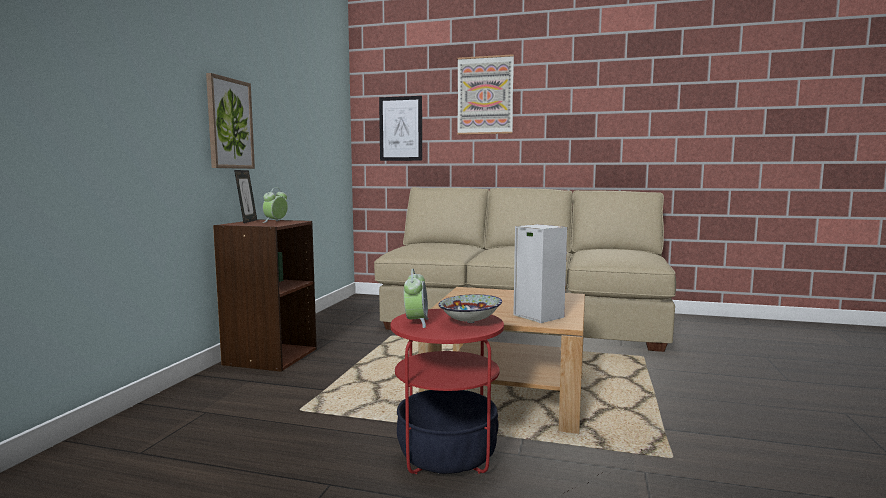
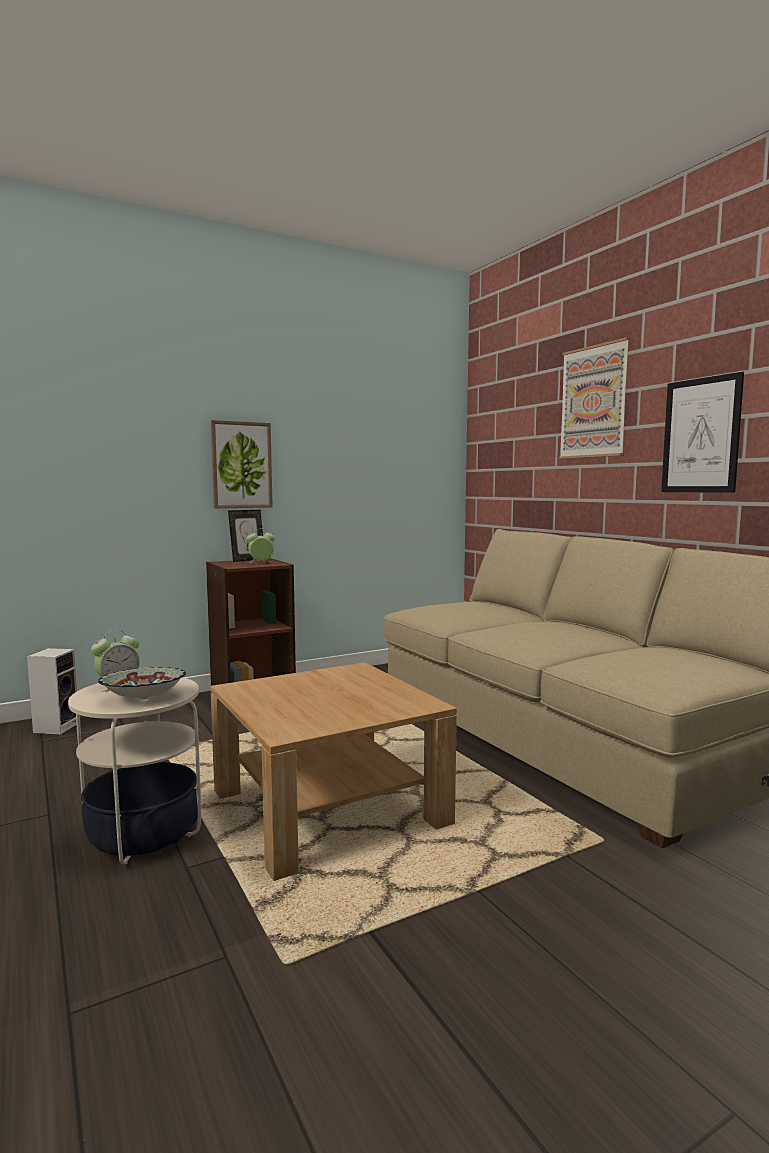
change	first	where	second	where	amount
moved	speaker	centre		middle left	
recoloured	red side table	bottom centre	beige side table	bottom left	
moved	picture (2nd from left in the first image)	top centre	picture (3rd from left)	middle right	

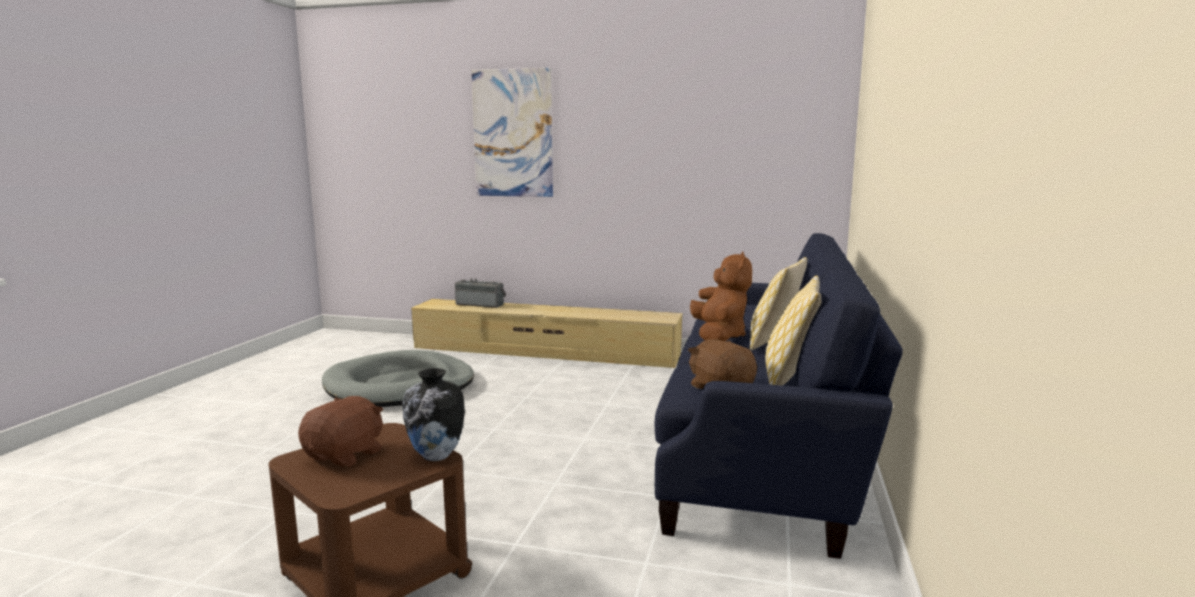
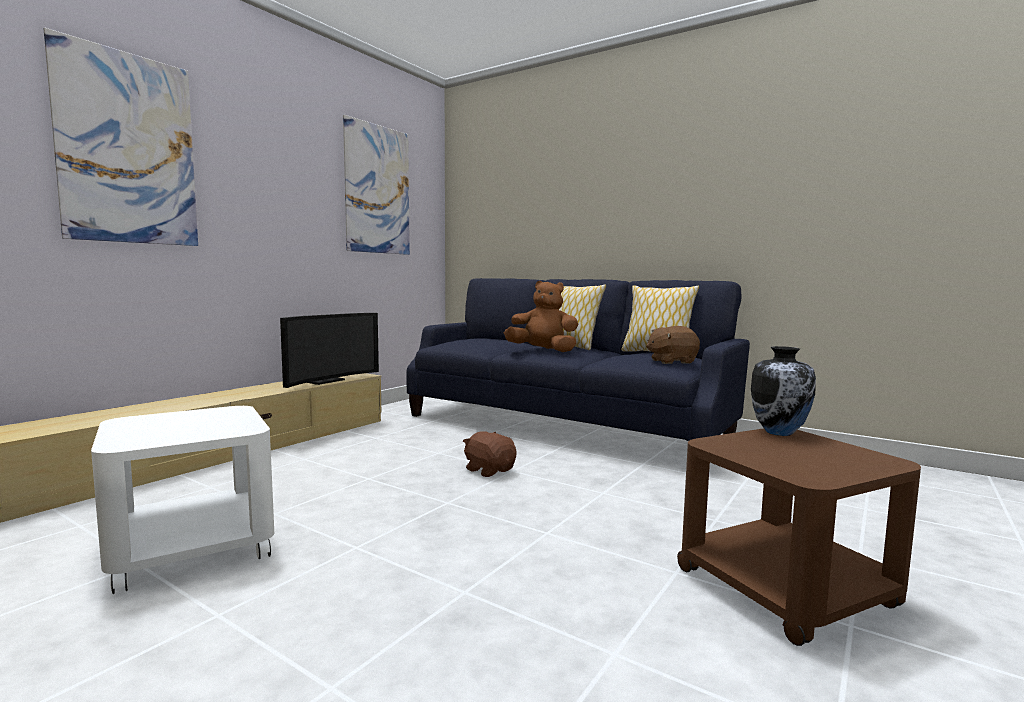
change	first	where	second	where	amount
replaced	grey dog bed	middle left	white side table	bottom left	
added			television	middle left	
added			picture (2nd from left)	top centre	
moved	brown plush toy (1st from left)	bottom left		centre	
removed	radio	centre			

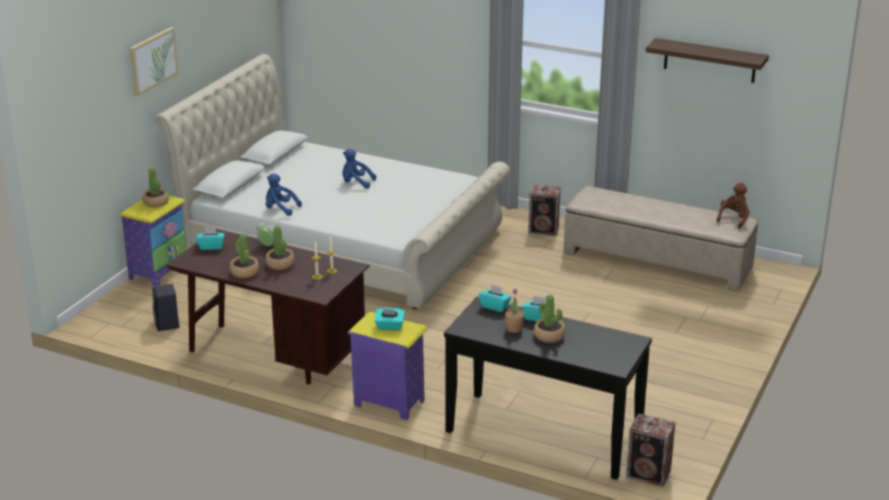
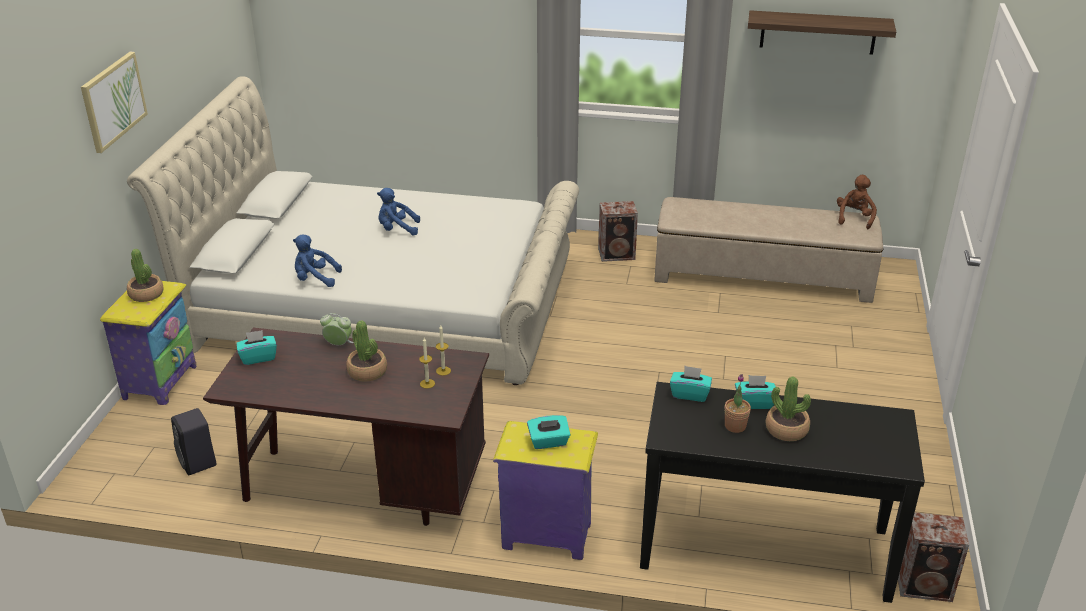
change	first	where	second	where	amount
removed	potted plant (2nd from left)	middle left			

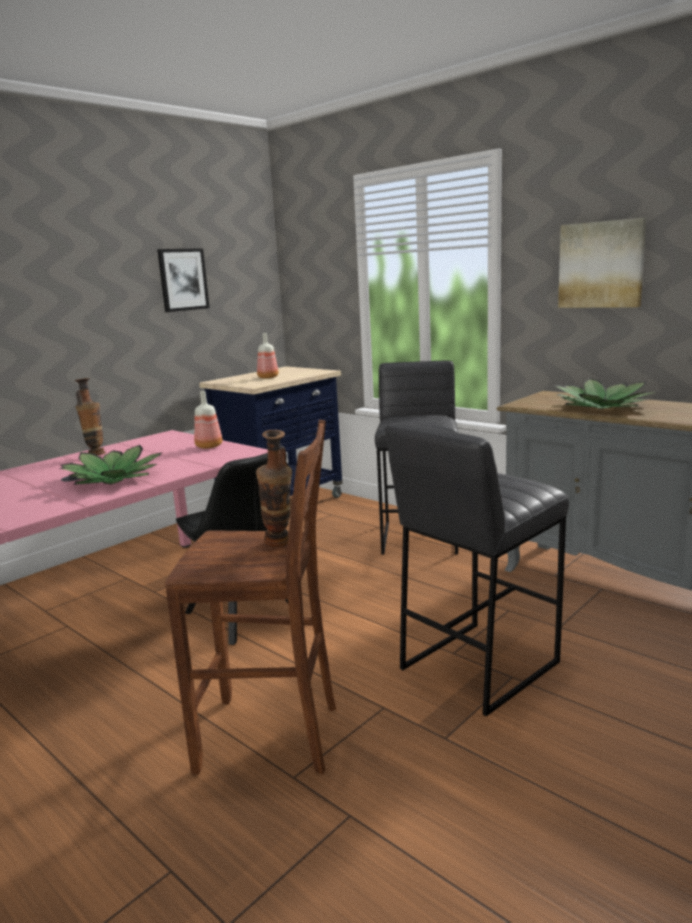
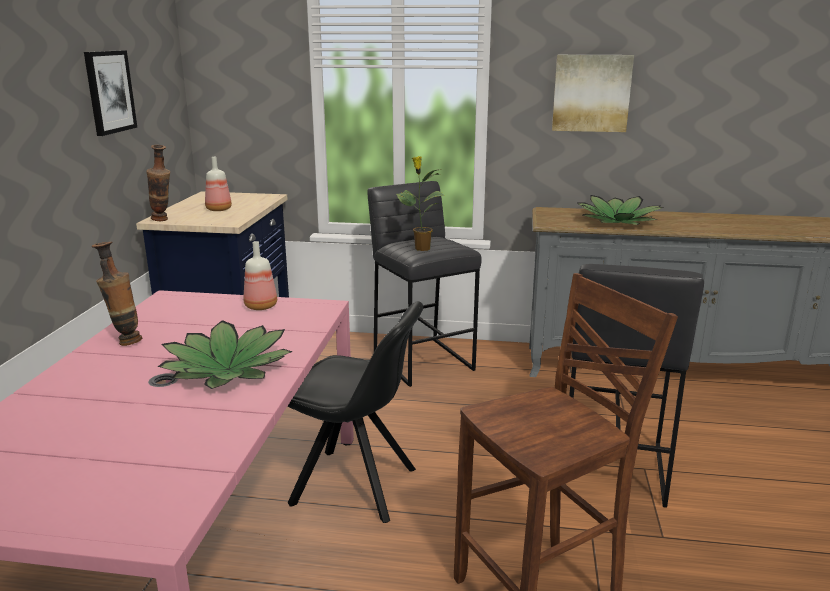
change	first	where	second	where	amount
moved	vase (2nd from left)	centre		top left	
added			potted plant (2nd from left)	centre	

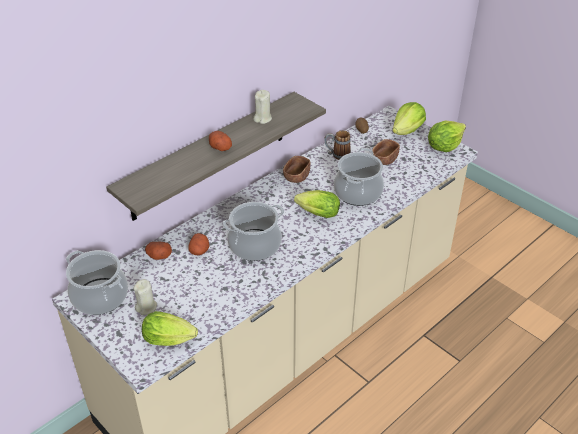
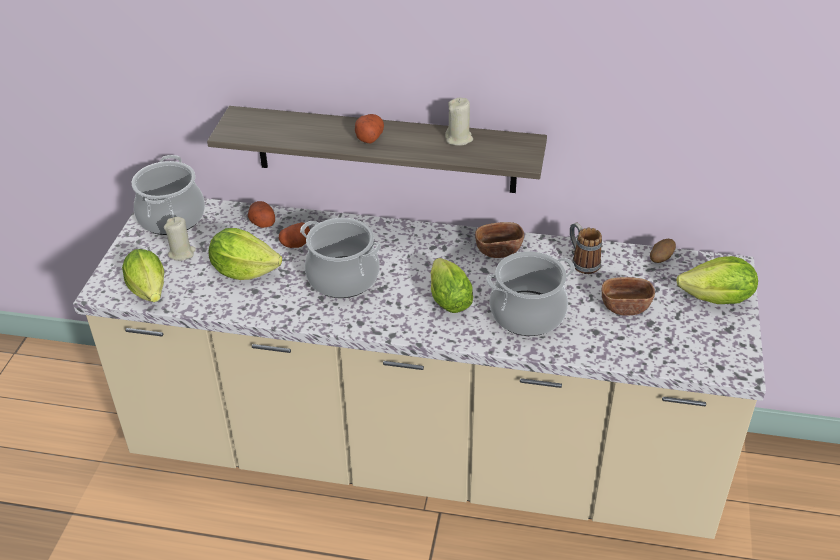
change	first	where	second	where	amount
moved	lettuce (4th from left in the first image)	top right	lettuce (2nd from left)	middle left	

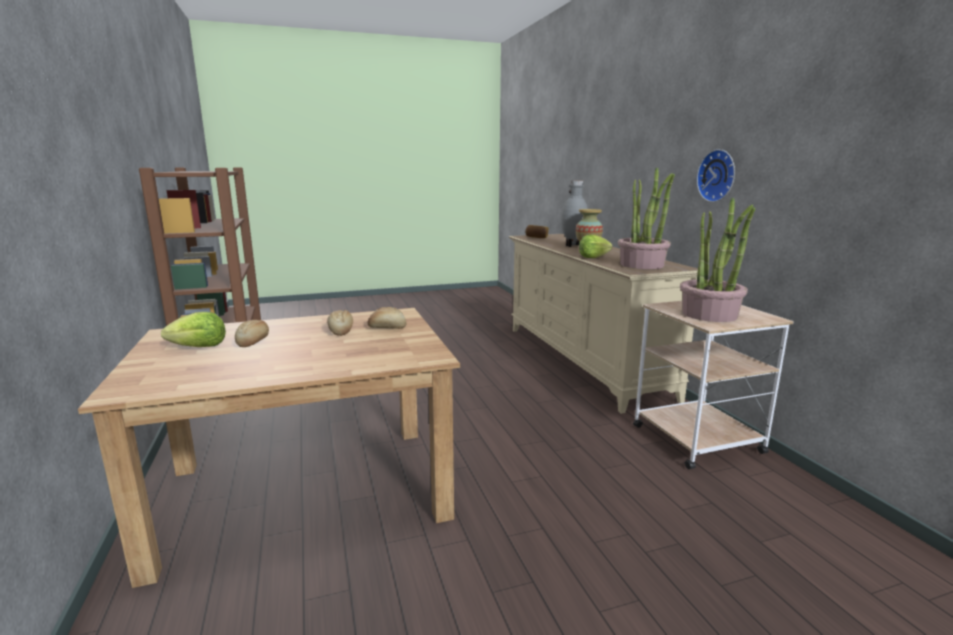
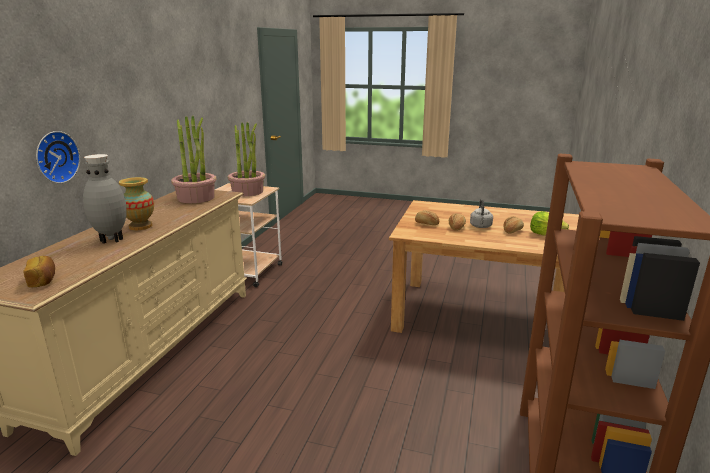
change	first	where	second	where	amount
moved	wall clock	top right		top left	
added			grey kettle	middle right	
removed	lettuce (2nd from left)	centre			

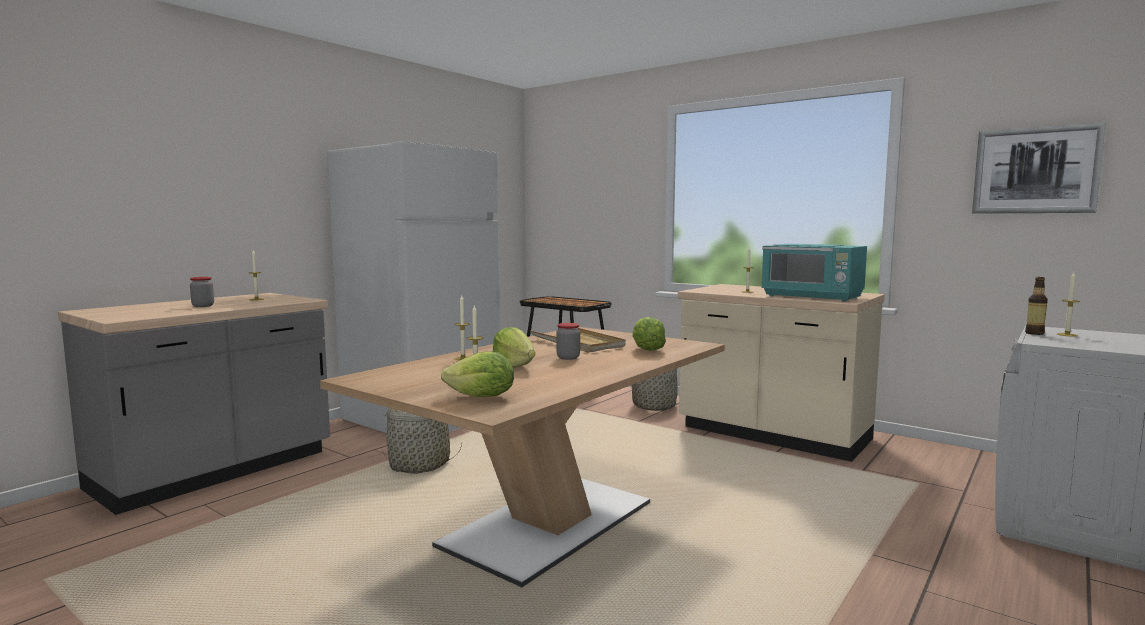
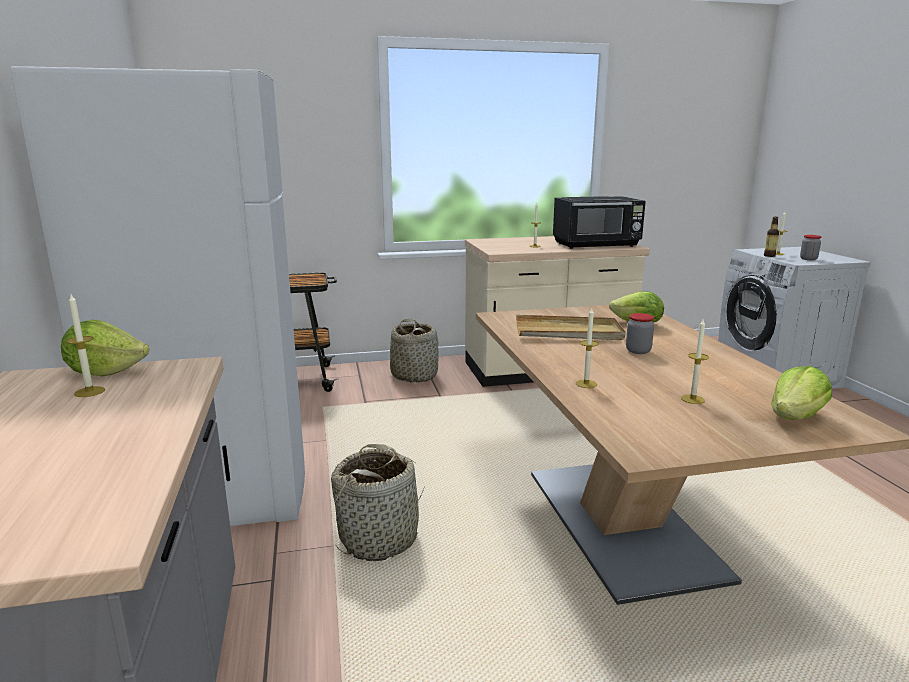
change	first	where	second	where	amount
moved	lettuce (2nd from left in the first image)	centre	lettuce (1st from left)	middle left	
recoloured	turquoise microwave	middle right	black microwave	top centre	
moved	jar (1st from left in the first image)	middle left	jar (2nd from left)	middle right	
removed	picture	top right			

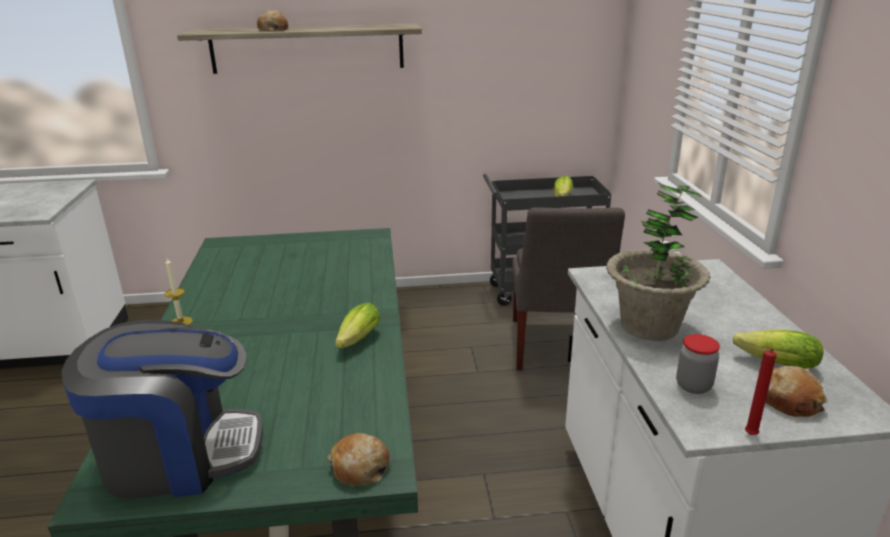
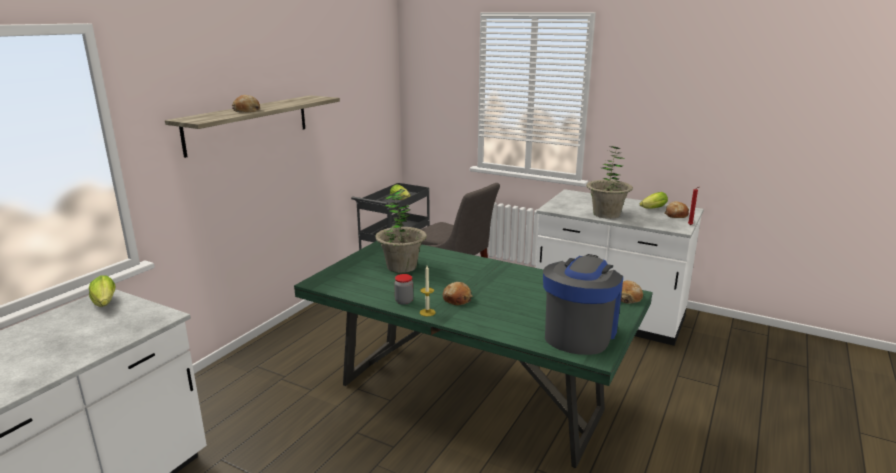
change	first	where	second	where	amount
moved	lettuce (1st from left)	centre		middle left	
added			potted plant (1st from left)	centre	
moved	jar	bottom right		centre	
added			bread (2nd from left)	centre	

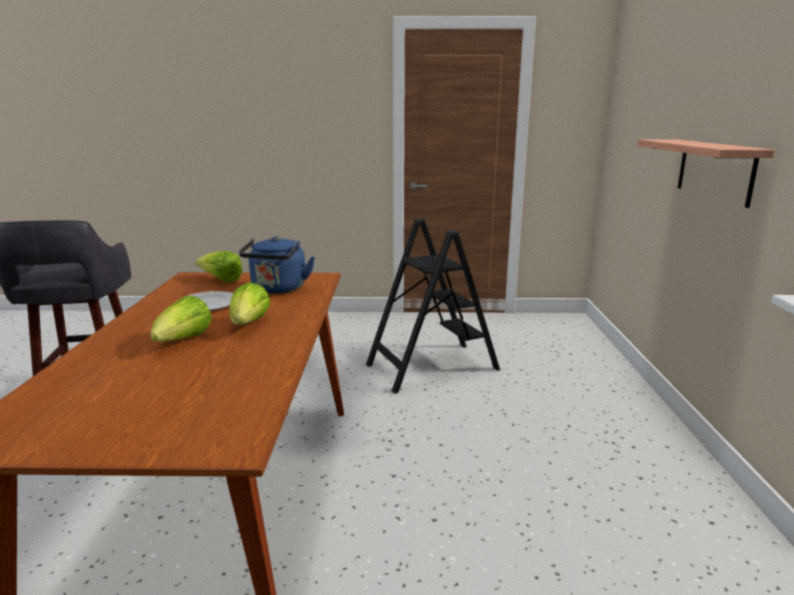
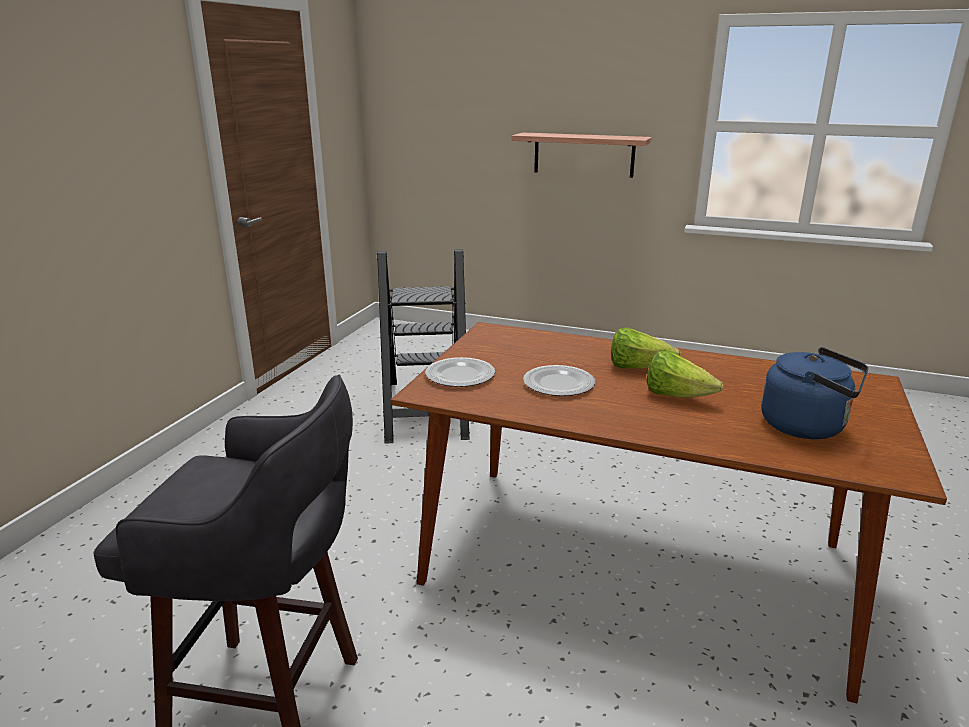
change	first	where	second	where	amount
replaced	lettuce (2nd from left)	middle left	plate (1st from left)	centre	
moved	blue kettle	centre		middle right	

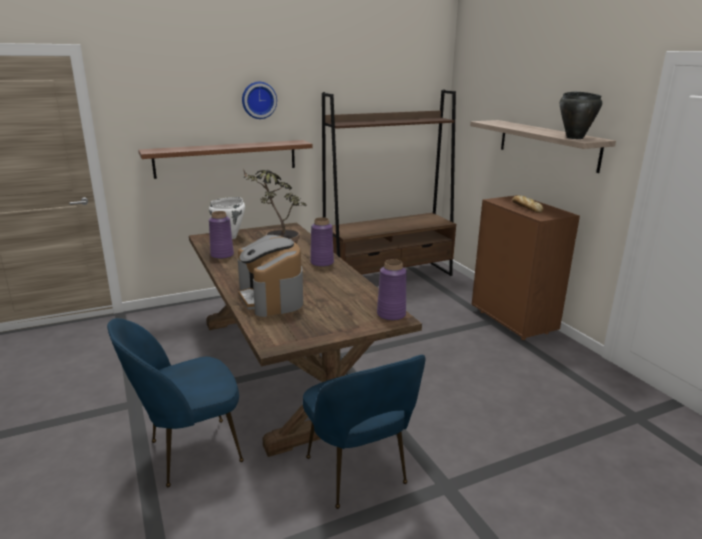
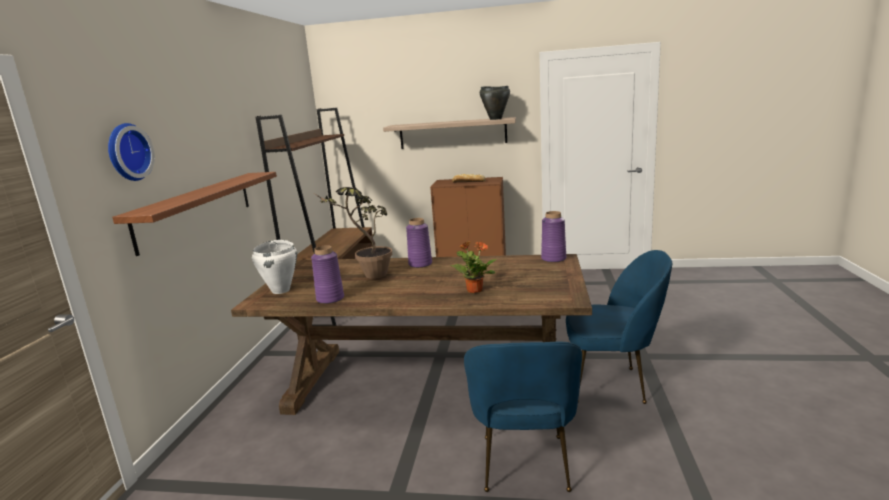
change	first	where	second	where	amount
moved	wall clock	top centre		top left	
replaced	coffee machine	centre	potted plant (2nd from left)	centre	

